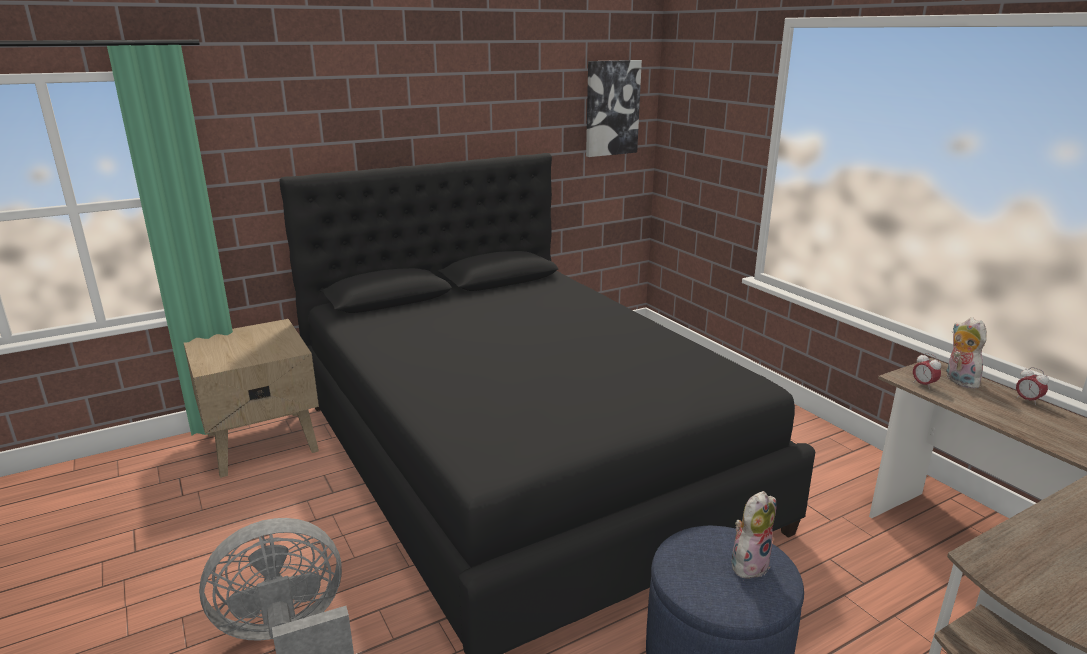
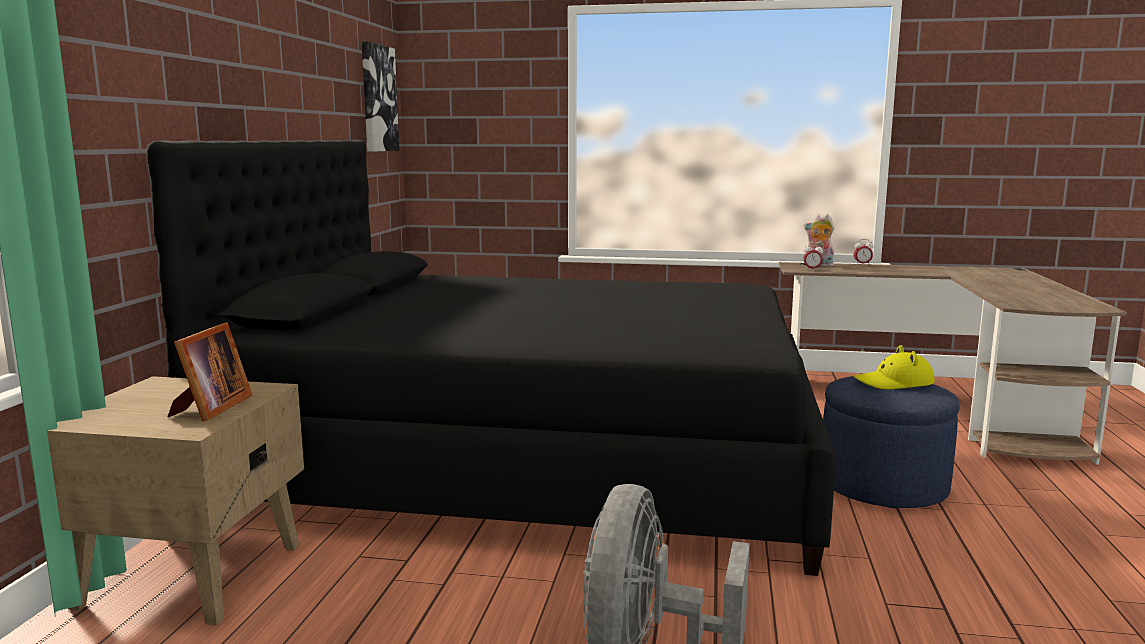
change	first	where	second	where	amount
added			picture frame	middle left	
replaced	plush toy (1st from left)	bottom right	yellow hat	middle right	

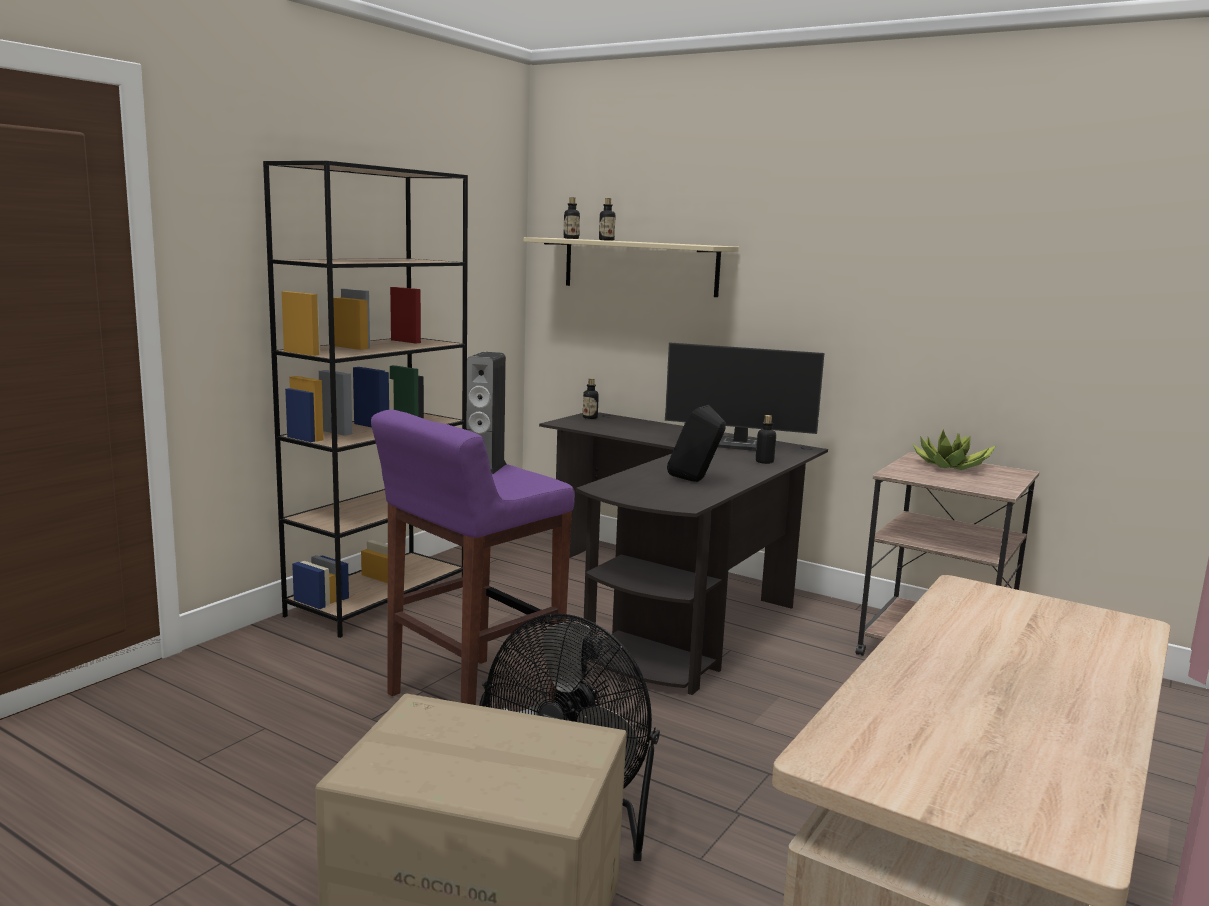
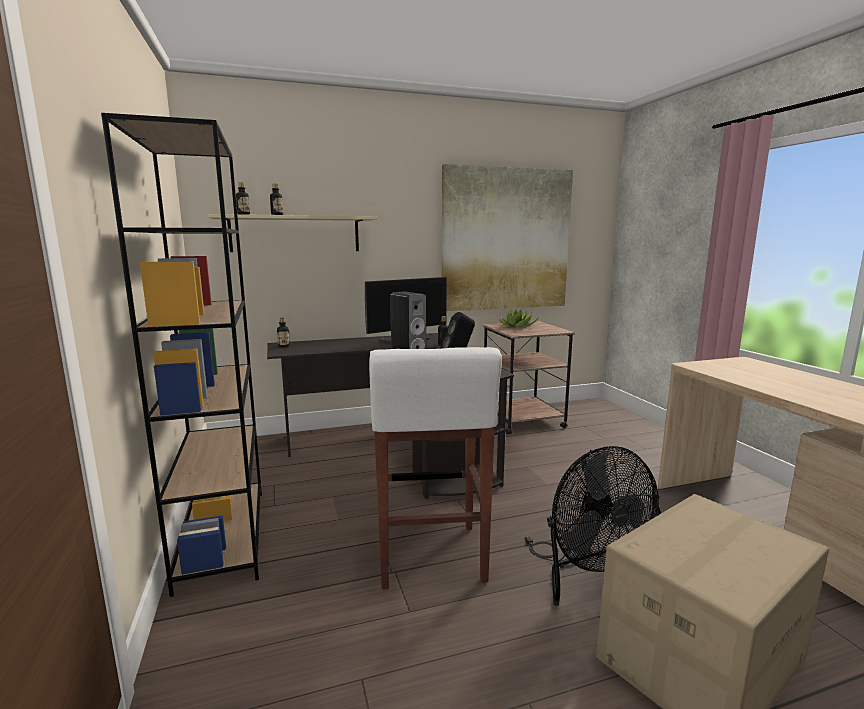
change	first	where	second	where	amount
recoloured	purple stool	centre	white stool	centre	
added			picture	centre	

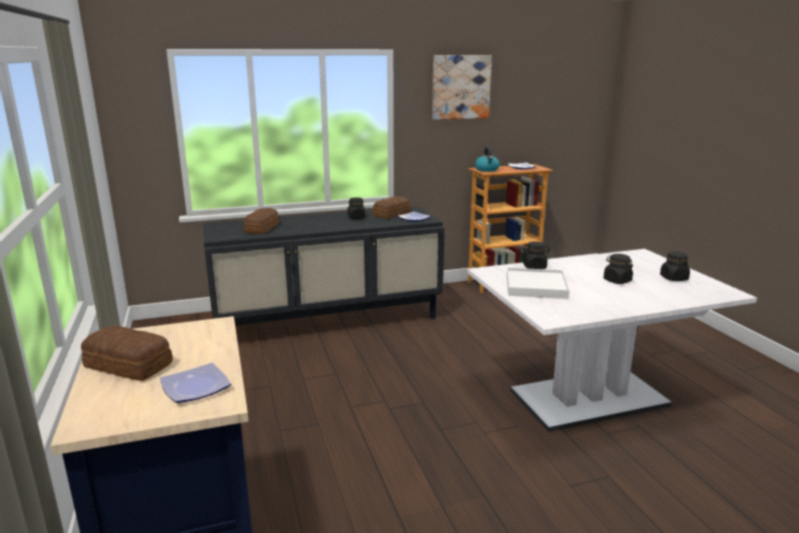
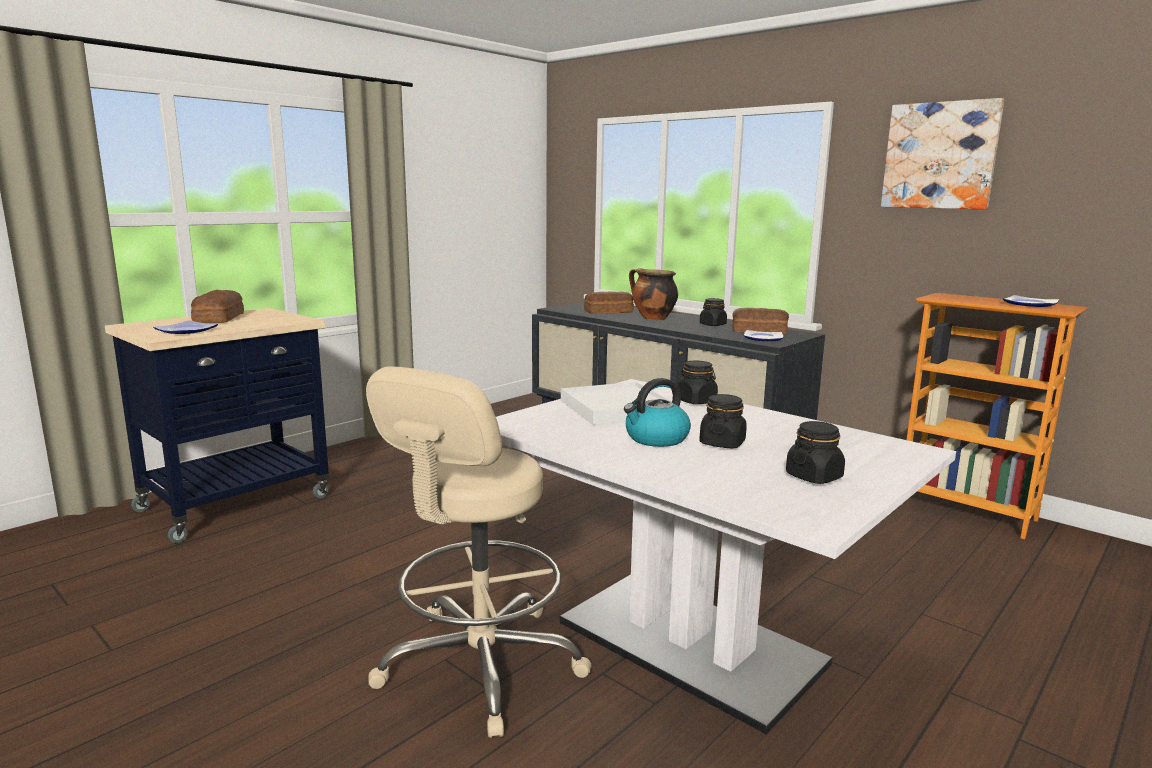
change	first	where	second	where	amount
added			beige stool	bottom centre	
moved	kettle	top centre		centre	
added			cooking pot	centre	

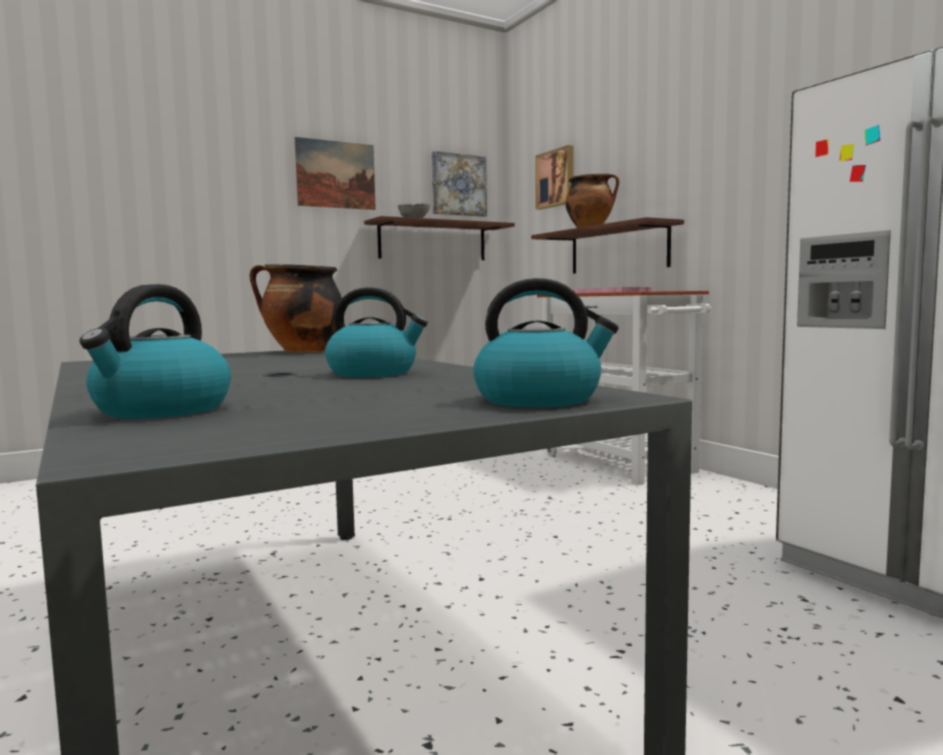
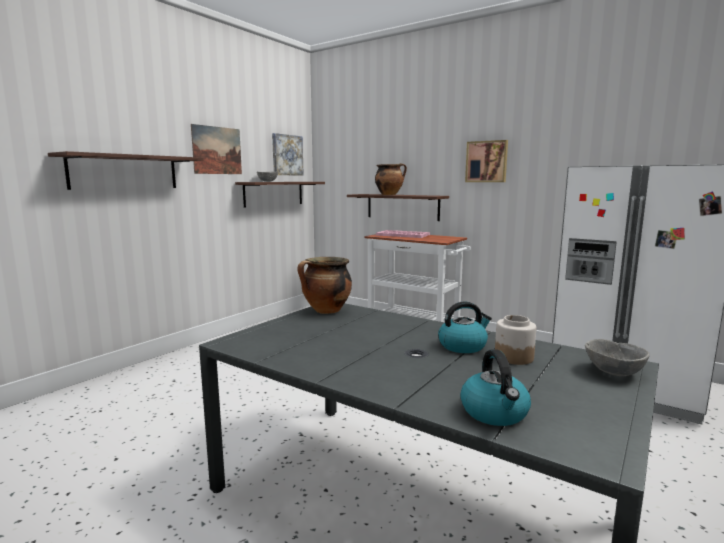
change	first	where	second	where	amount
added			shelf (1st from left)	top left	
moved	picture (3rd from left)	top centre		top right	
added			jar	middle right	
replaced	kettle (3rd from left)	centre	grey bowl (2nd from left)	middle right	

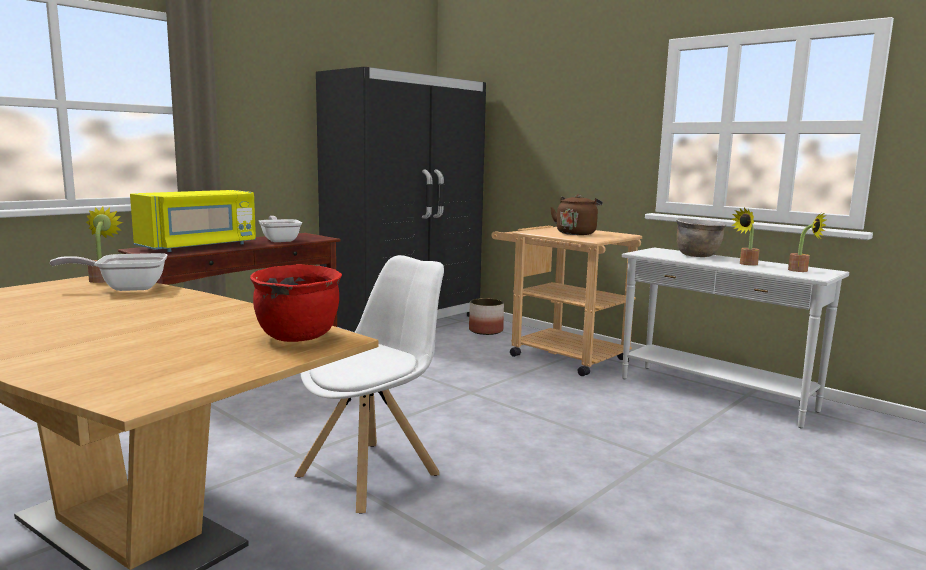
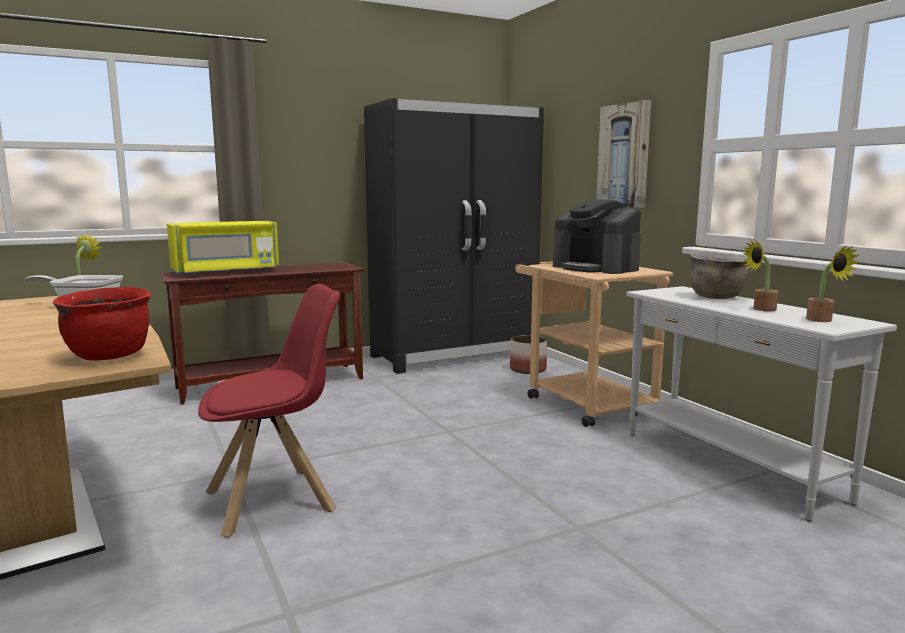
change	first	where	second	where	amount
recoloured	white chair	bottom centre	red chair	middle left	
replaced	brown kettle	centre	coffee machine	centre	
added			picture	top right	
removed	frying pan (2nd from left)	middle left			

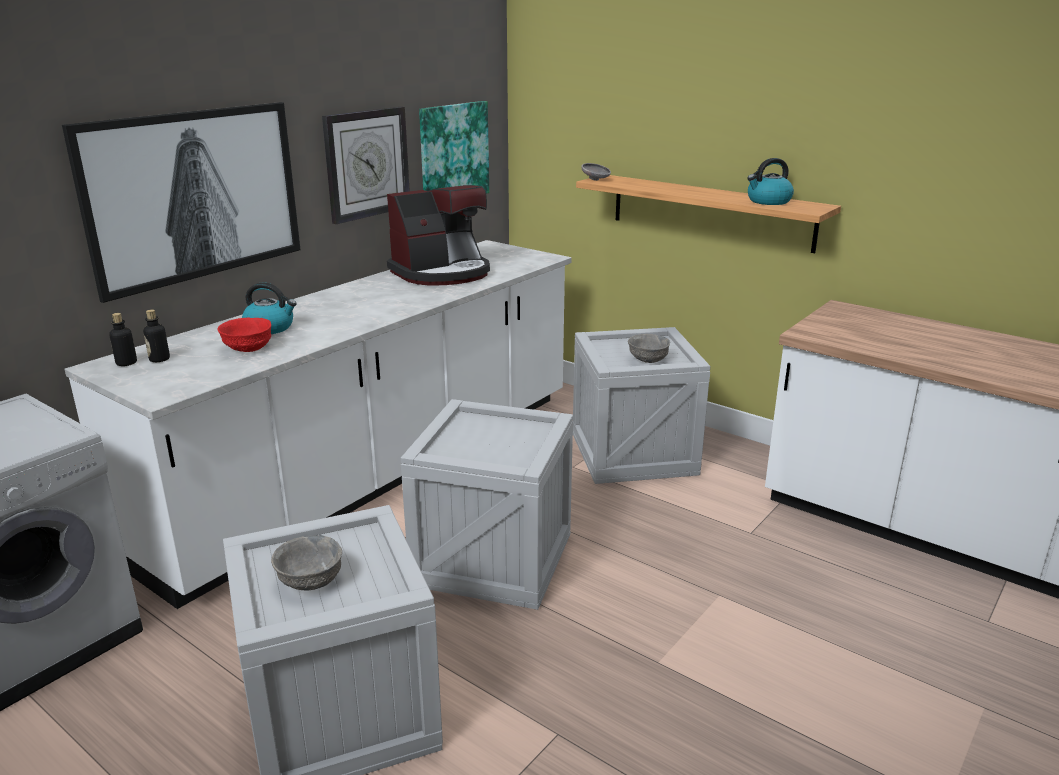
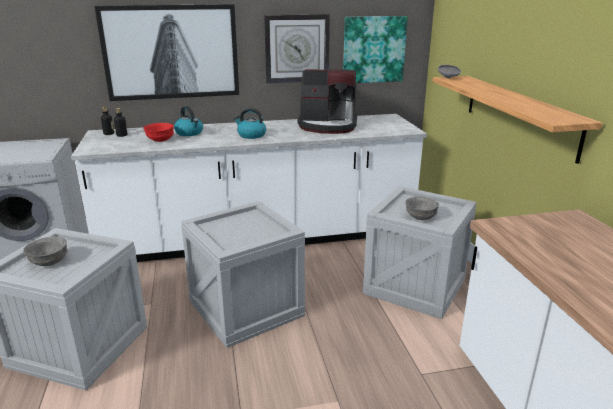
change	first	where	second	where	amount
moved	kettle (2nd from left)	top right		top centre	

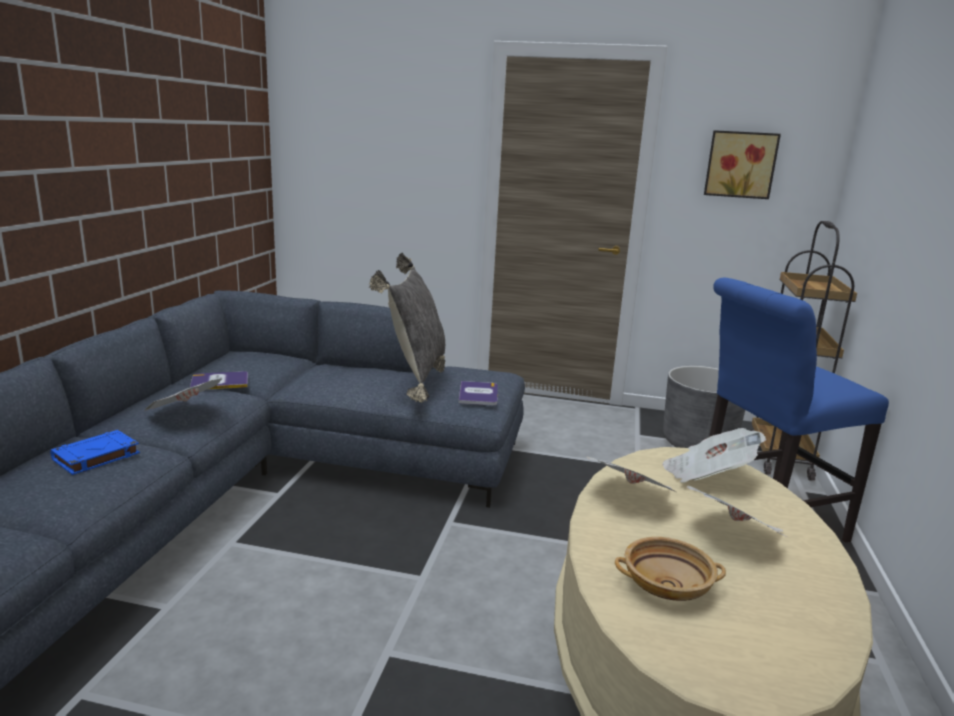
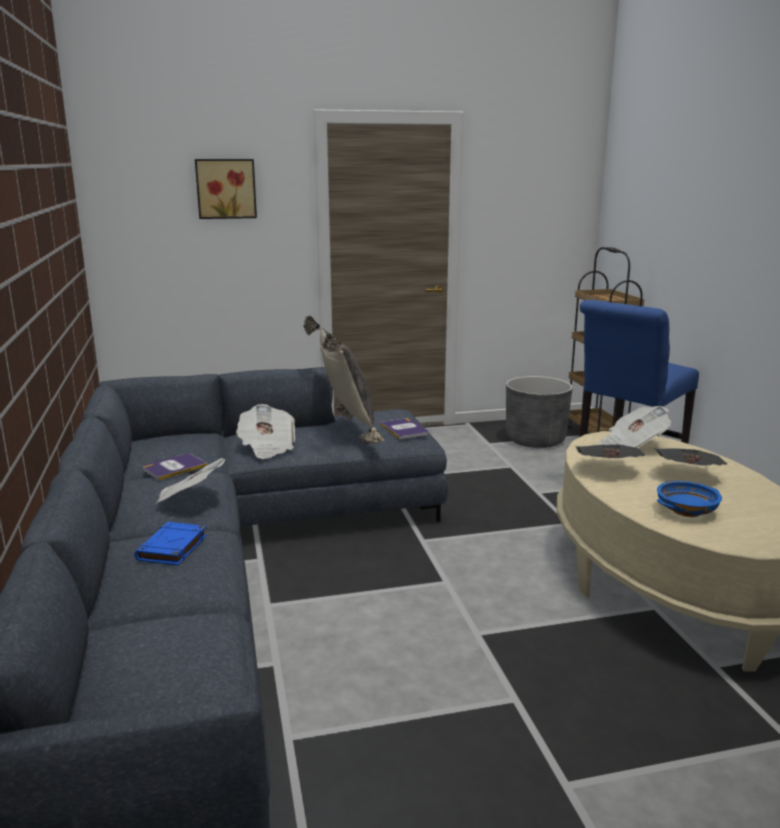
change	first	where	second	where	amount
moved	picture	top right		top left	
added			newspaper (2nd from left)	centre	
recoloured	beige bowl	bottom right	blue bowl	middle right	

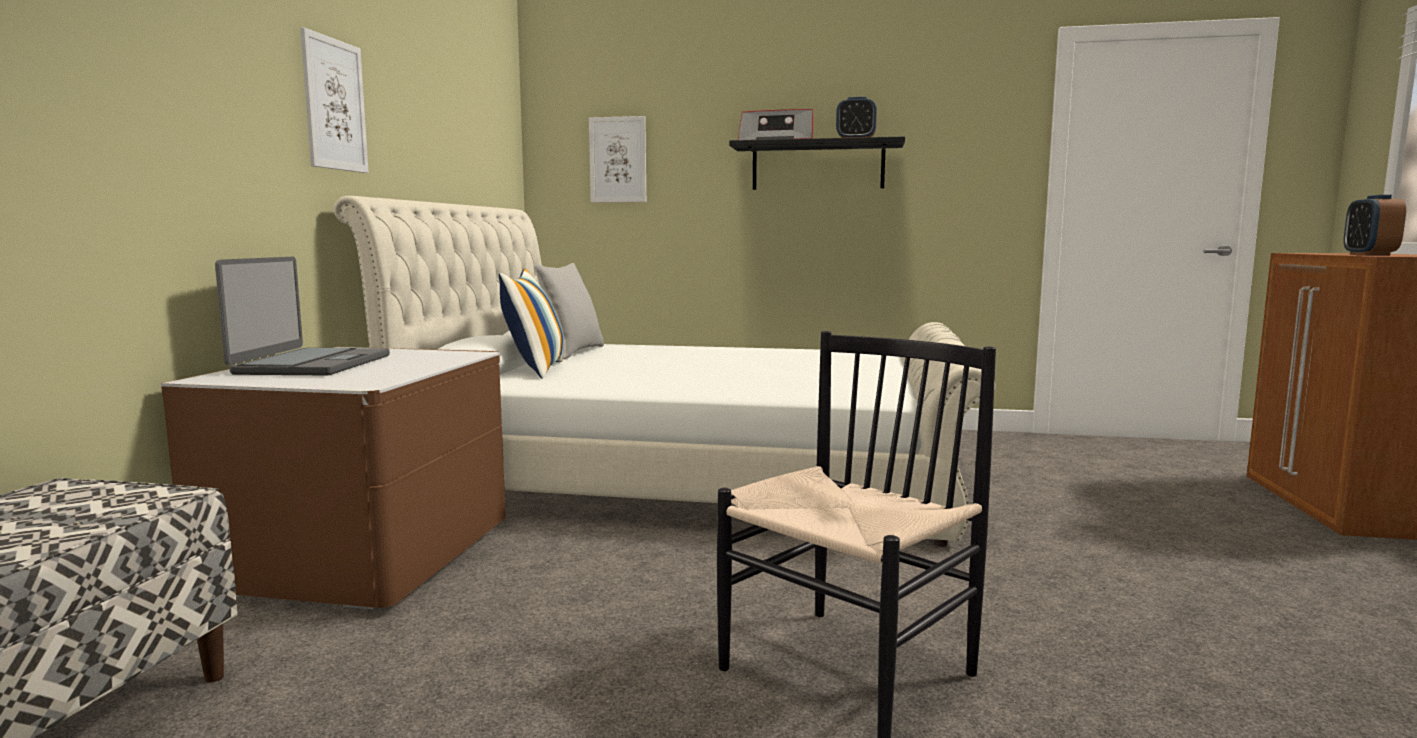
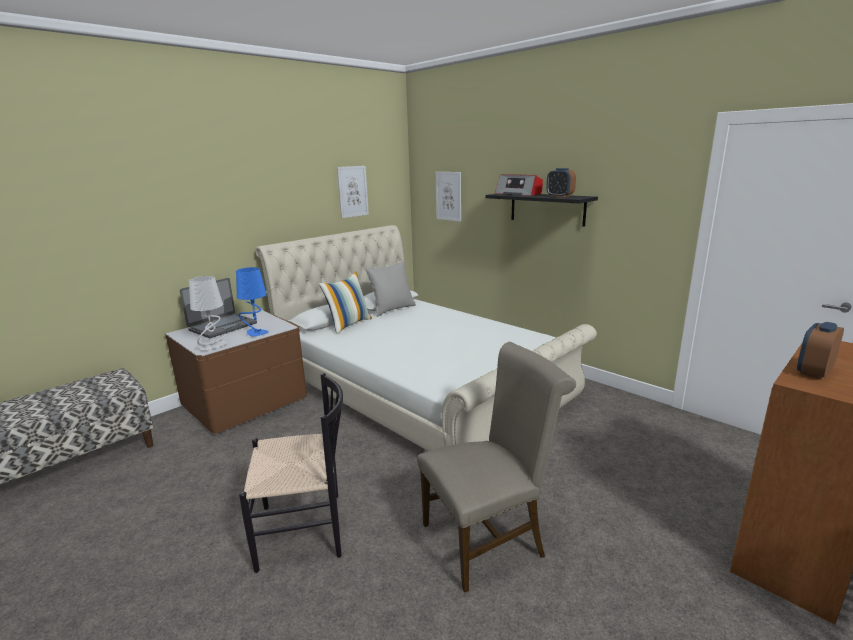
change	first	where	second	where	amount
added			grey table lamp	middle left	
added			blue table lamp	middle left	
moved	picture (1st from left)	top left		top centre	
added			beige chair	bottom centre	

